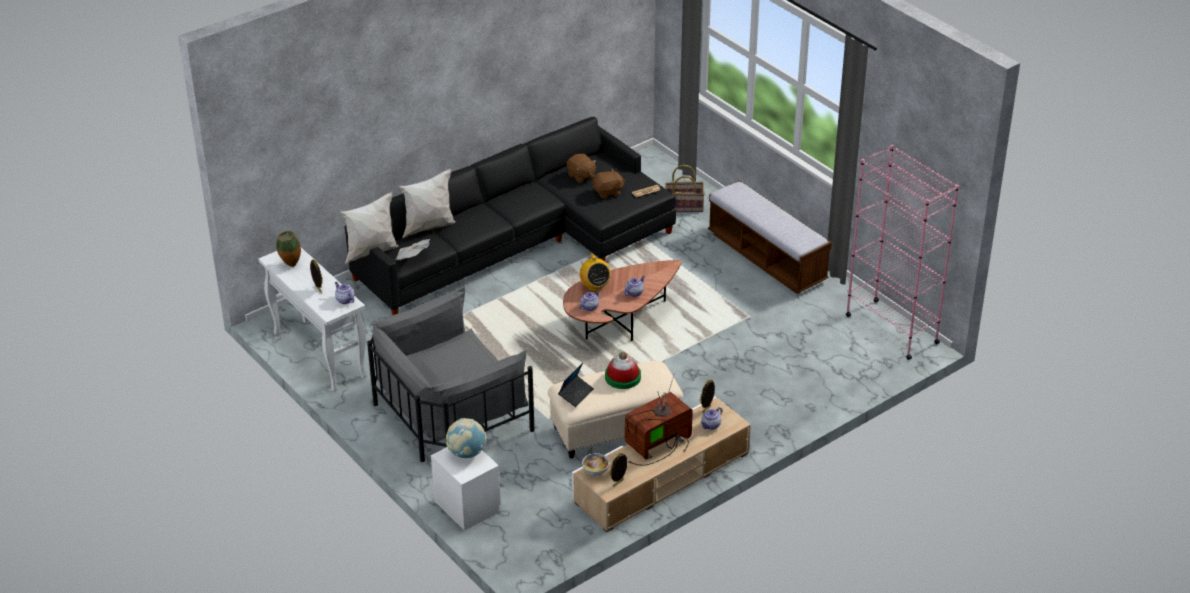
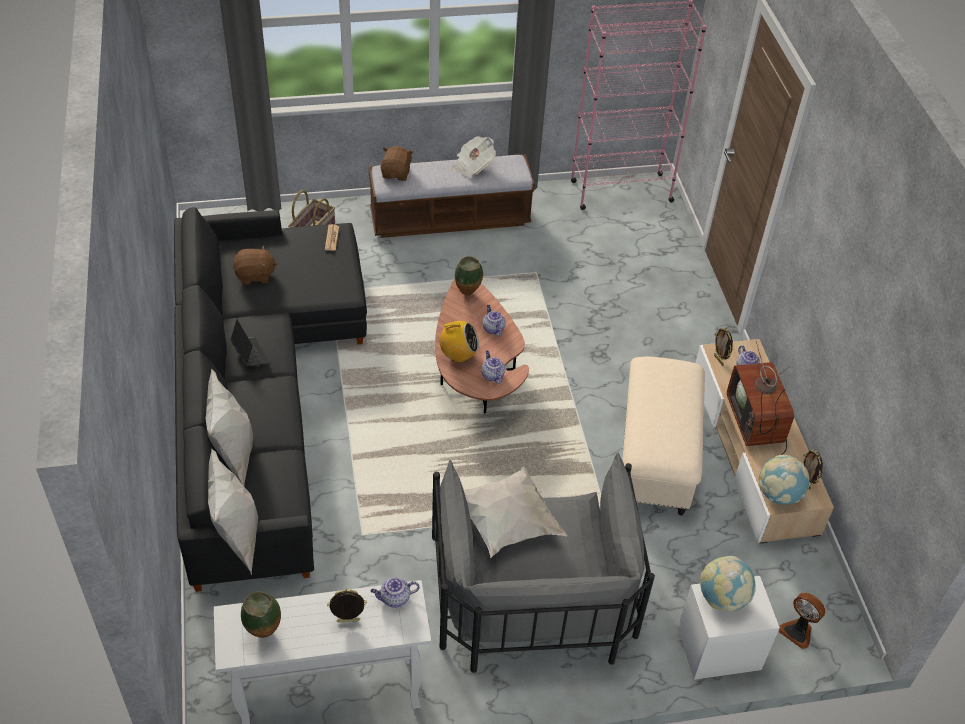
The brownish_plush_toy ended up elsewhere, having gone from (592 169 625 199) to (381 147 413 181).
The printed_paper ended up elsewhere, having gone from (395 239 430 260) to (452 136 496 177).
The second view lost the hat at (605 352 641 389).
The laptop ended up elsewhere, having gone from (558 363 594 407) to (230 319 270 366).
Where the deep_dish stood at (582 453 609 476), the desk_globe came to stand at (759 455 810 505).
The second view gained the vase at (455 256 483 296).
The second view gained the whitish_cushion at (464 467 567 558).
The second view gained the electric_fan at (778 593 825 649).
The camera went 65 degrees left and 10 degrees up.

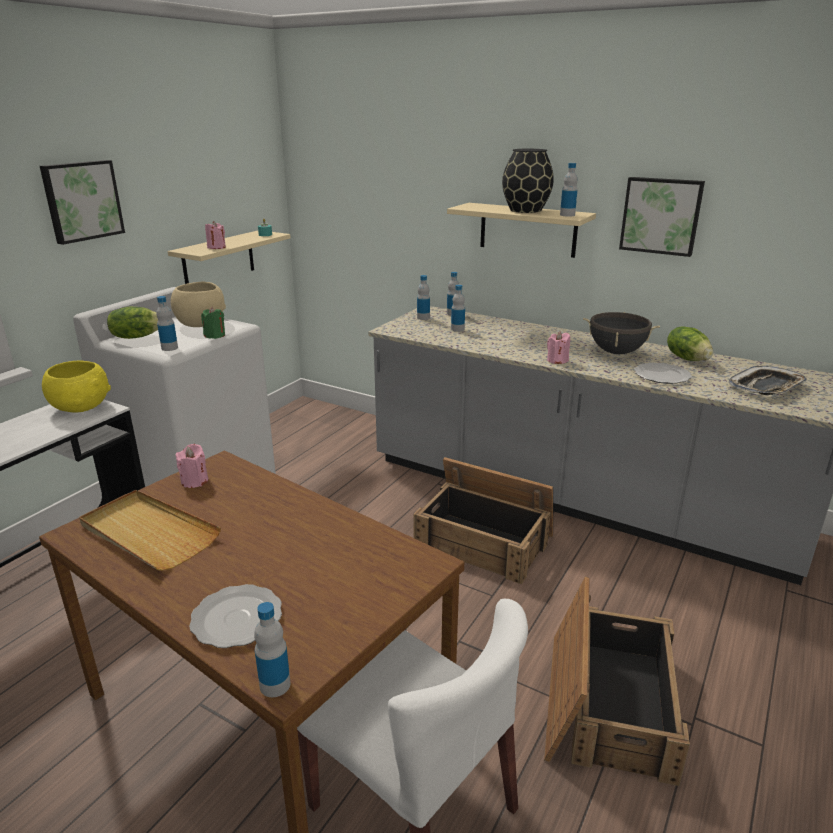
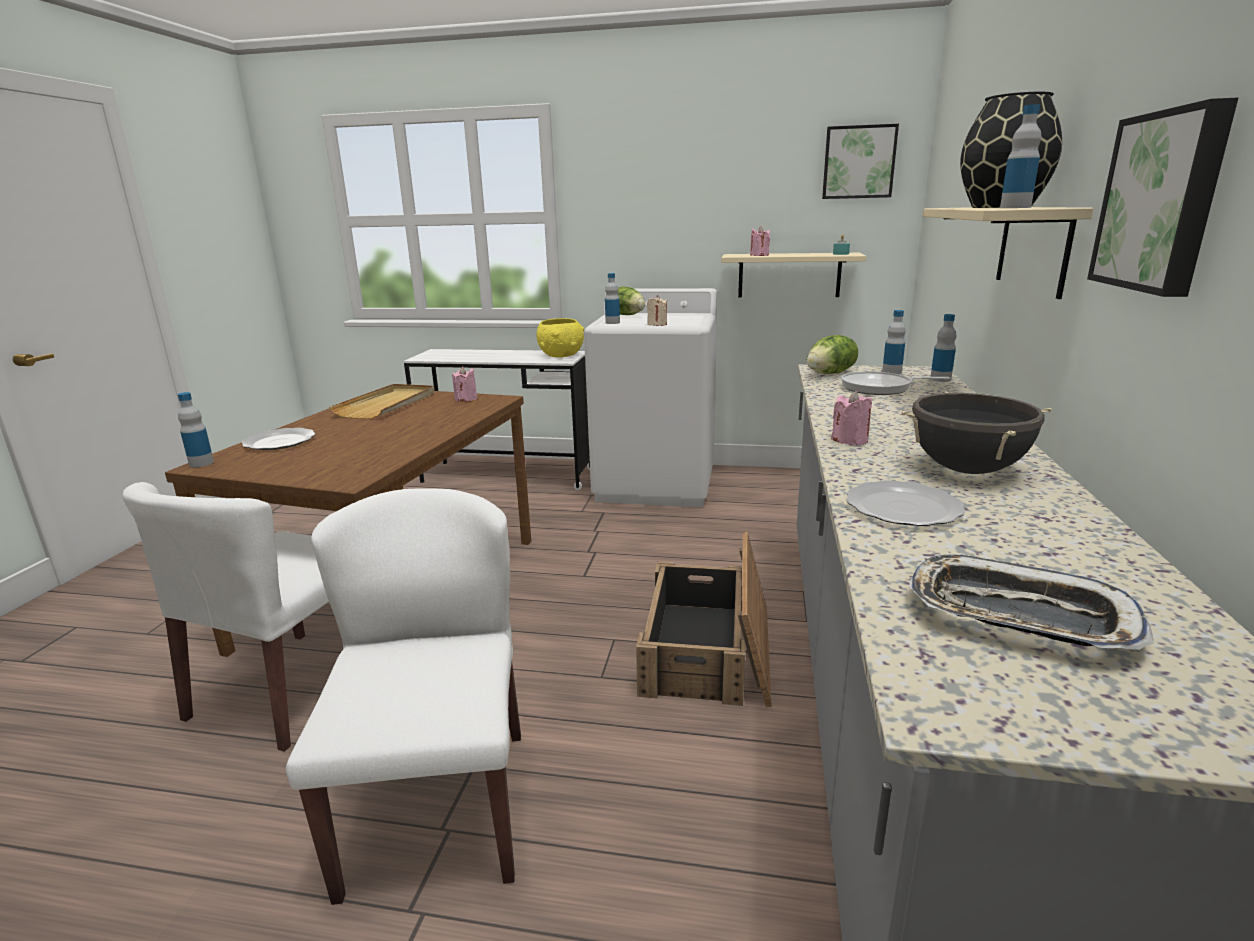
The wall_picture ended up elsewhere, having gone from (40 160 125 245) to (822 124 899 199).
The second view lost the beige_deep_dish at (171 282 226 327).
Where the drink_bottle stood at (451 285 465 332), the skillet came to stand at (841 371 950 395).
What was the greenish_candle at (201 307 225 339) turned into the beige_candle at (647 295 667 326).
The lettuce_head ended up elsewhere, having gone from (667 326 713 361) to (807 335 858 374).
Where the crate stood at (544 576 690 786), the whitish_upright_chair came to stand at (286 488 521 905).
The camera went 70 degrees right and 5 degrees down.

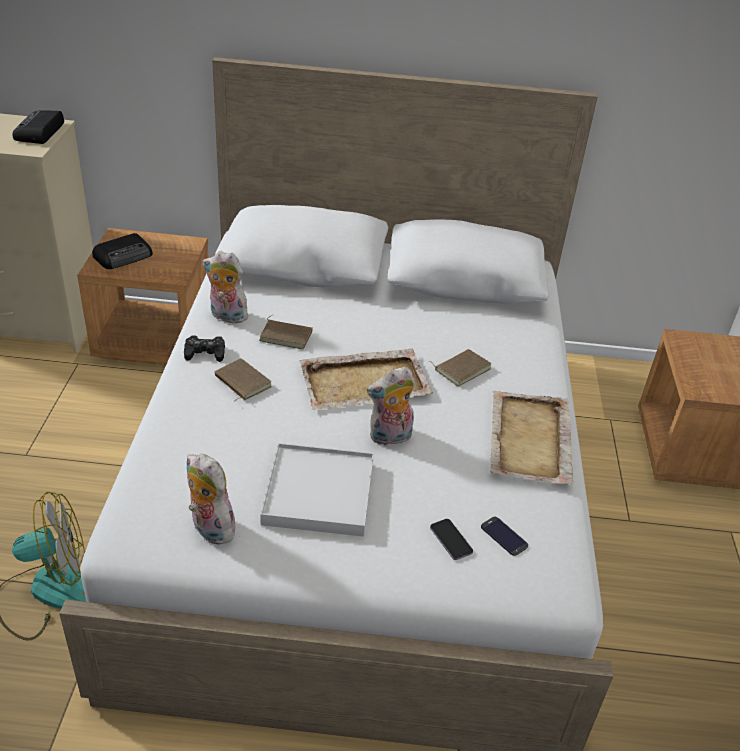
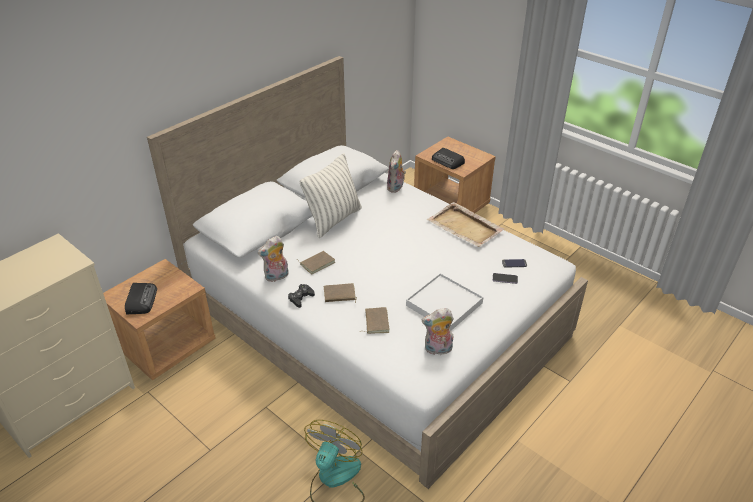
The radio_receiver ended up elsewhere, having gone from (13 110 64 144) to (432 148 465 169).
The second view lost the beige_tray at (299 349 433 411).
The brownish_bound_book ended up elsewhere, having gone from (429 349 492 386) to (360 307 389 334).
The plush_toy ended up elsewhere, having gone from (367 367 415 446) to (387 150 406 193).
The second view gained the cushion at (300 153 362 238).
The camera went 50 degrees left and 0 degrees up.

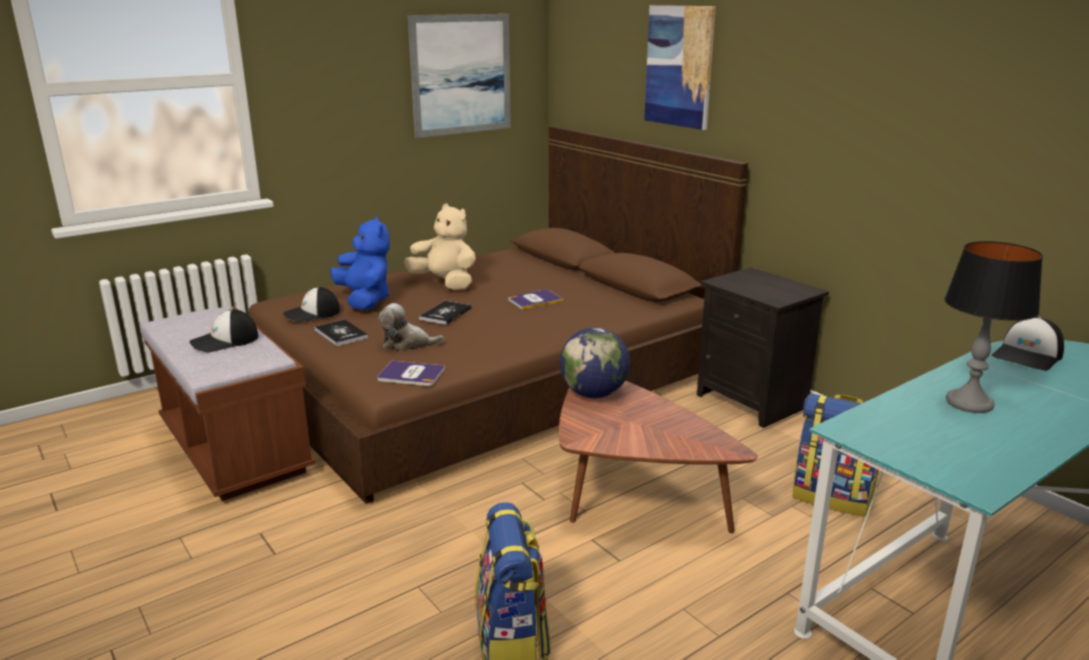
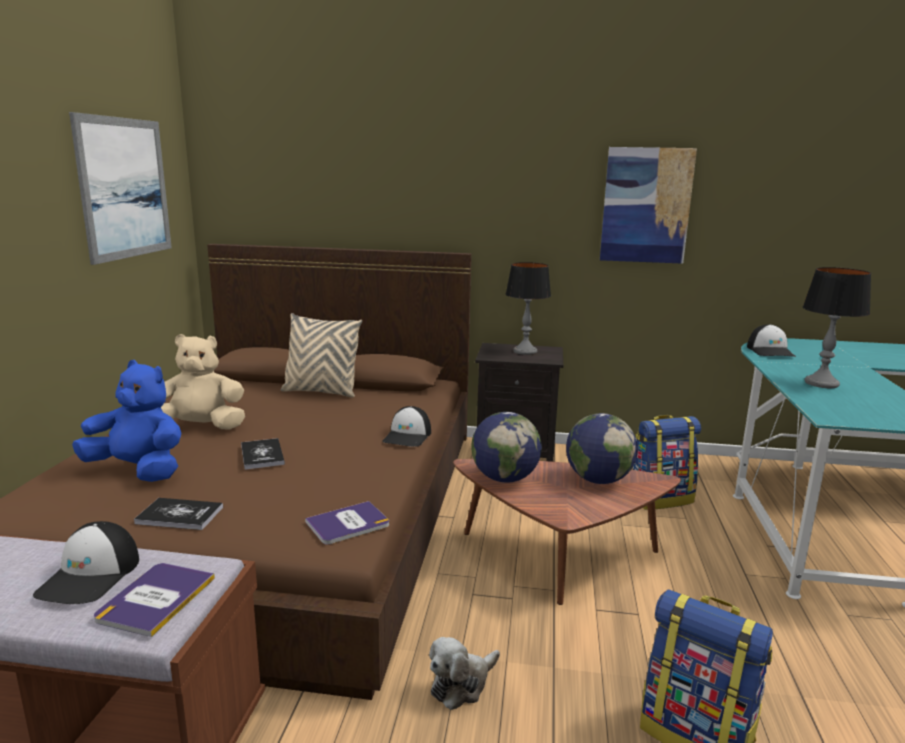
The wall_picture ended up elsewhere, having gone from (644 5 716 130) to (600 147 697 264).
The peaked_cap ended up elsewhere, having gone from (283 287 340 322) to (382 406 431 447).
The bound_book ended up elsewhere, having gone from (508 290 563 310) to (94 563 215 637).
The plush_toy ended up elsewhere, having gone from (378 303 444 352) to (429 637 500 710).
The second view gained the lamp_for_a_table at (506 262 551 355).
The second view gained the beige_cushion at (281 313 362 398).
The second view gained the desk_globe at (566 413 638 484).
The camera went 45 degrees left and 5 degrees down.

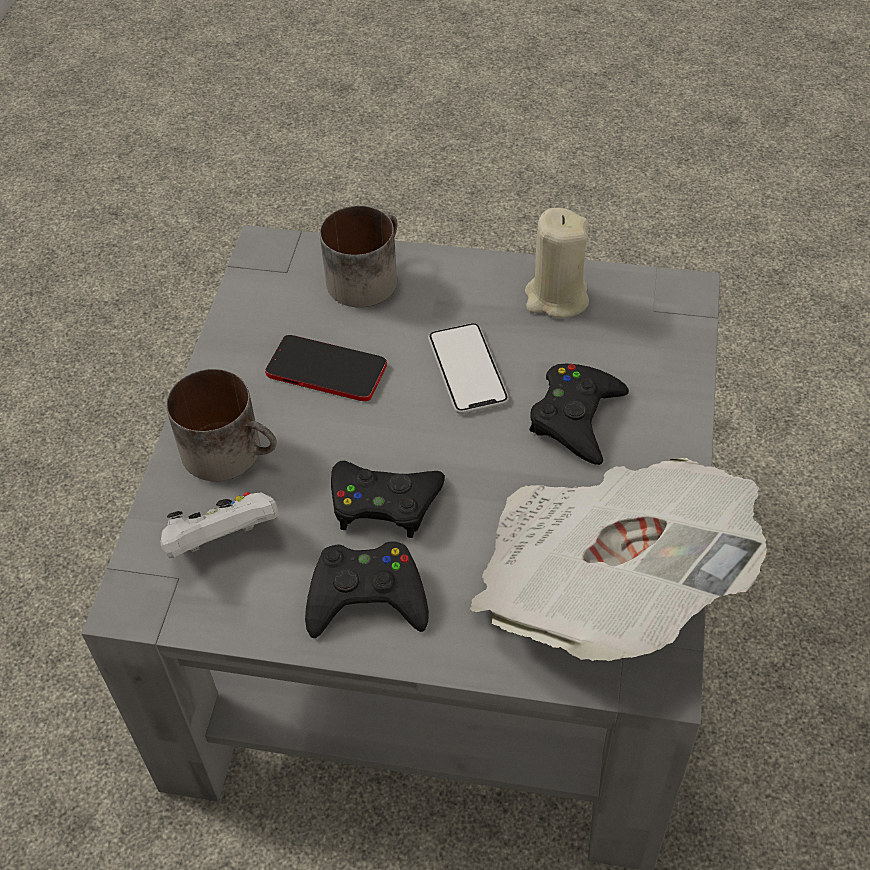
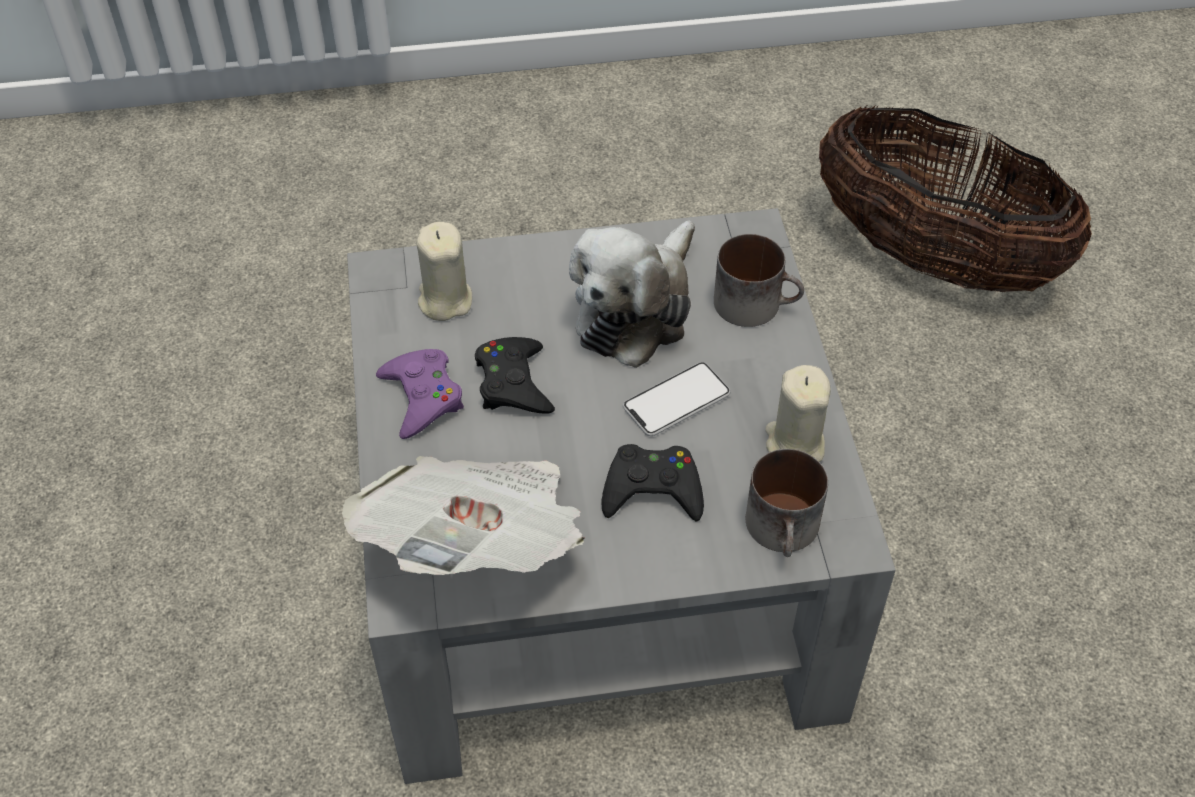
Where the telephone stood at (265 335 387 401), the plush_toy came to stand at (569 221 695 368).
The coffee_mug ended up elsewhere, having gone from (166 369 277 481) to (746 449 828 557).
Where the whitish_joypad stood at (161 492 279 558), the beige_candle came to stand at (416 222 472 321).
What was the blackish_joypad at (305 541 429 638) turned into the purple_joypad at (376 349 464 439).
The second view gained the basket at (819 106 1092 292).
The camera went 70 degrees right and 0 degrees up.

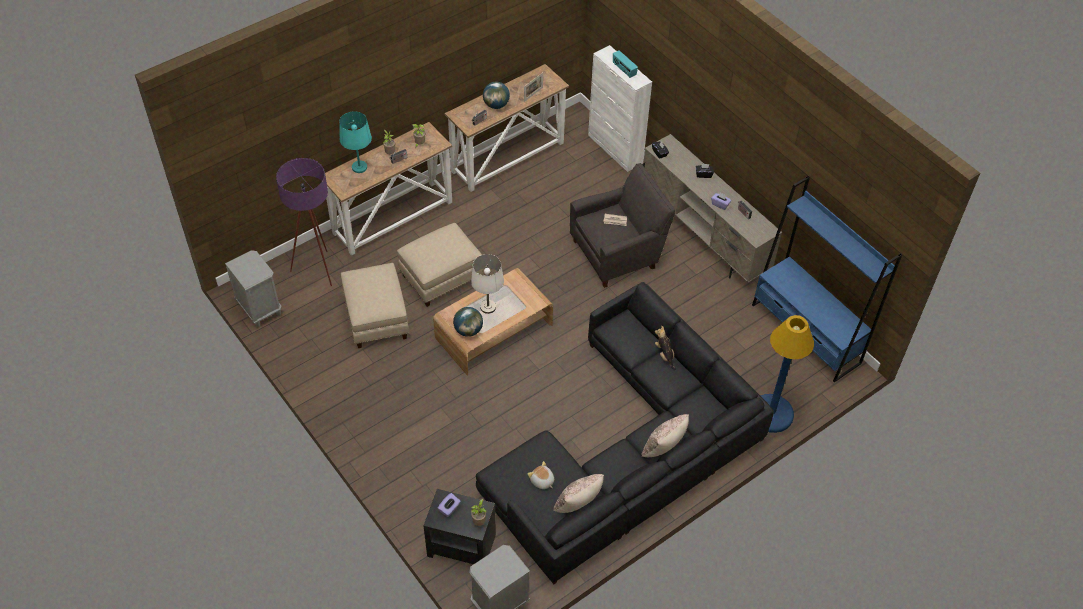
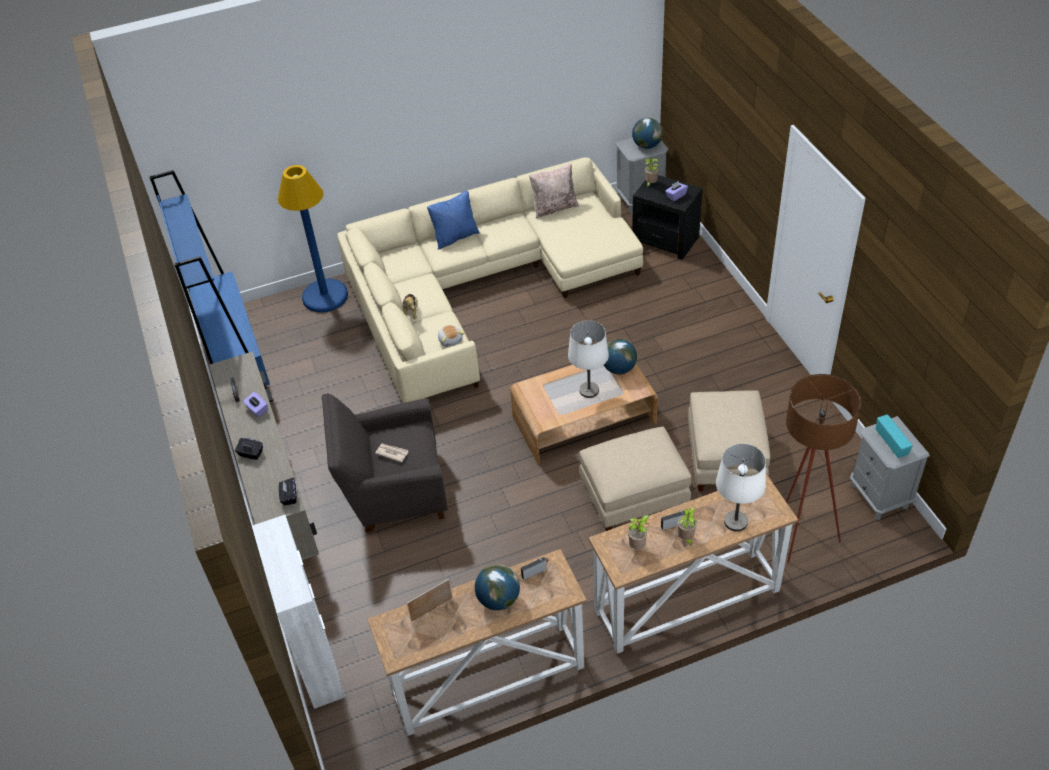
The radio_receiver ended up elsewhere, having gone from (613 50 638 78) to (876 414 913 458).
What was the turquoise_lamp_for_a_table at (339 111 372 173) turned into the whitish_lamp_for_a_table at (716 444 766 532).
What was the purple_floor_lamp at (276 158 332 286) turned into the brownish_floor_lamp at (786 374 861 563).
What was the blackish_sofa at (476 282 774 584) turned into the beige_sofa at (338 157 643 403).
What was the beige_cushion at (641 414 689 457) turned into the bluish_cushion at (427 191 479 250).
The plush_toy ended up elsewhere, having gone from (527 461 554 489) to (438 325 464 347).
The second view gained the desk_globe at (632 118 663 149).
The camera went 160 degrees left and 5 degrees down.

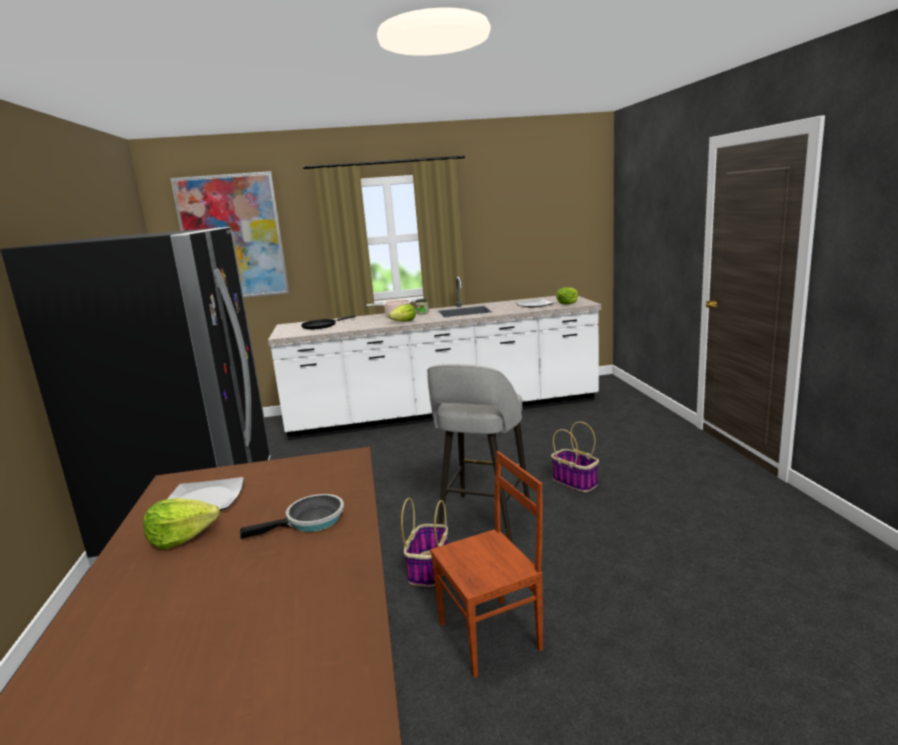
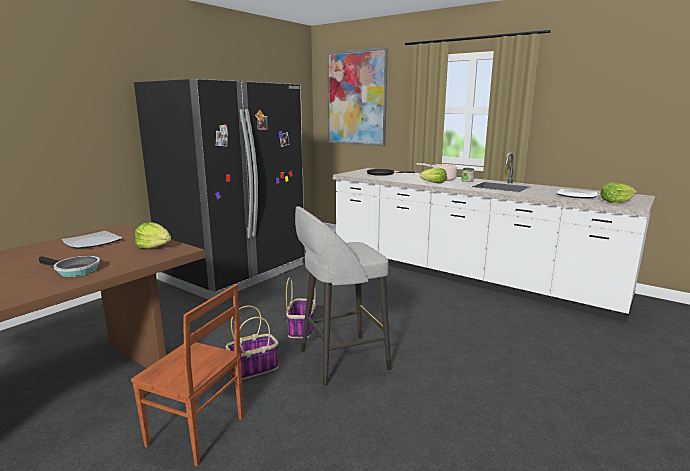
The basket ended up elsewhere, having gone from (551 421 599 492) to (286 277 316 338).
The lettuce_head ended up elsewhere, having gone from (143 498 220 549) to (135 222 171 249).
The camera went 45 degrees right and 0 degrees up.

